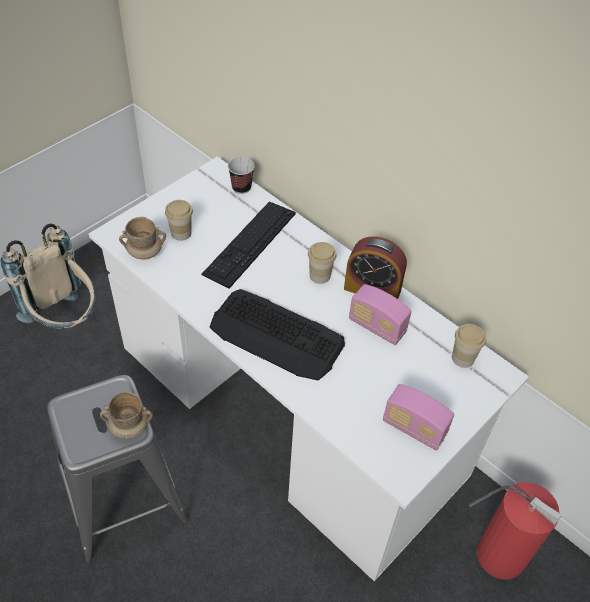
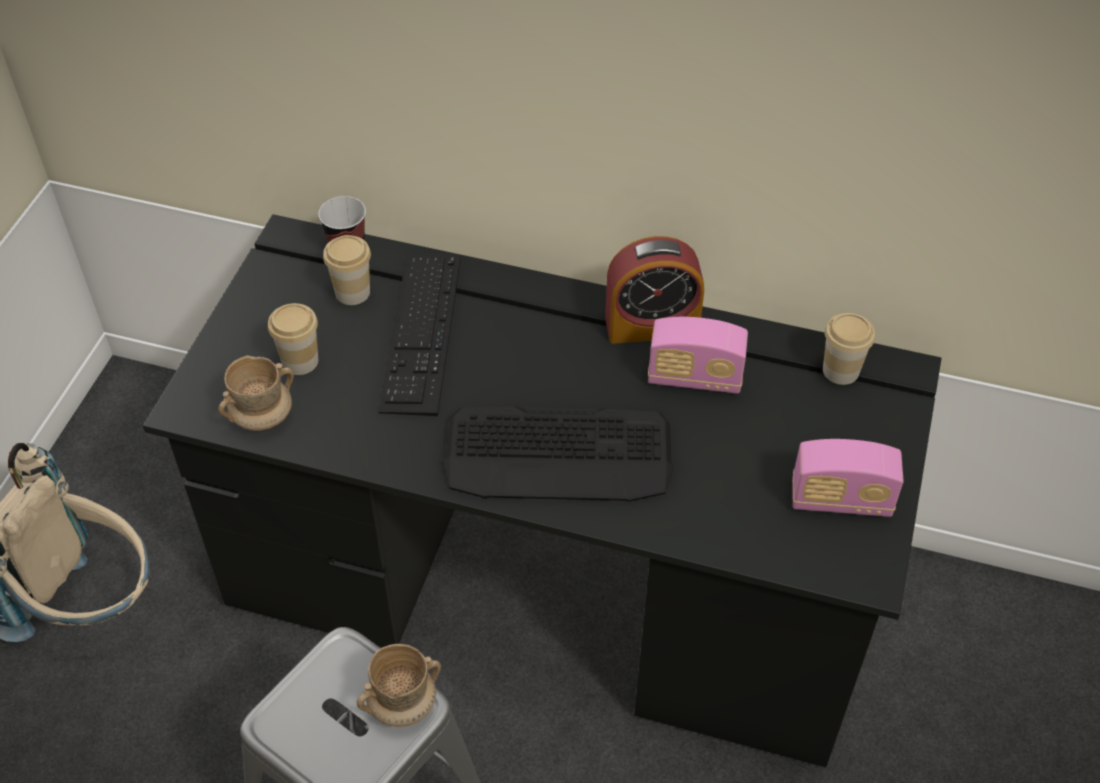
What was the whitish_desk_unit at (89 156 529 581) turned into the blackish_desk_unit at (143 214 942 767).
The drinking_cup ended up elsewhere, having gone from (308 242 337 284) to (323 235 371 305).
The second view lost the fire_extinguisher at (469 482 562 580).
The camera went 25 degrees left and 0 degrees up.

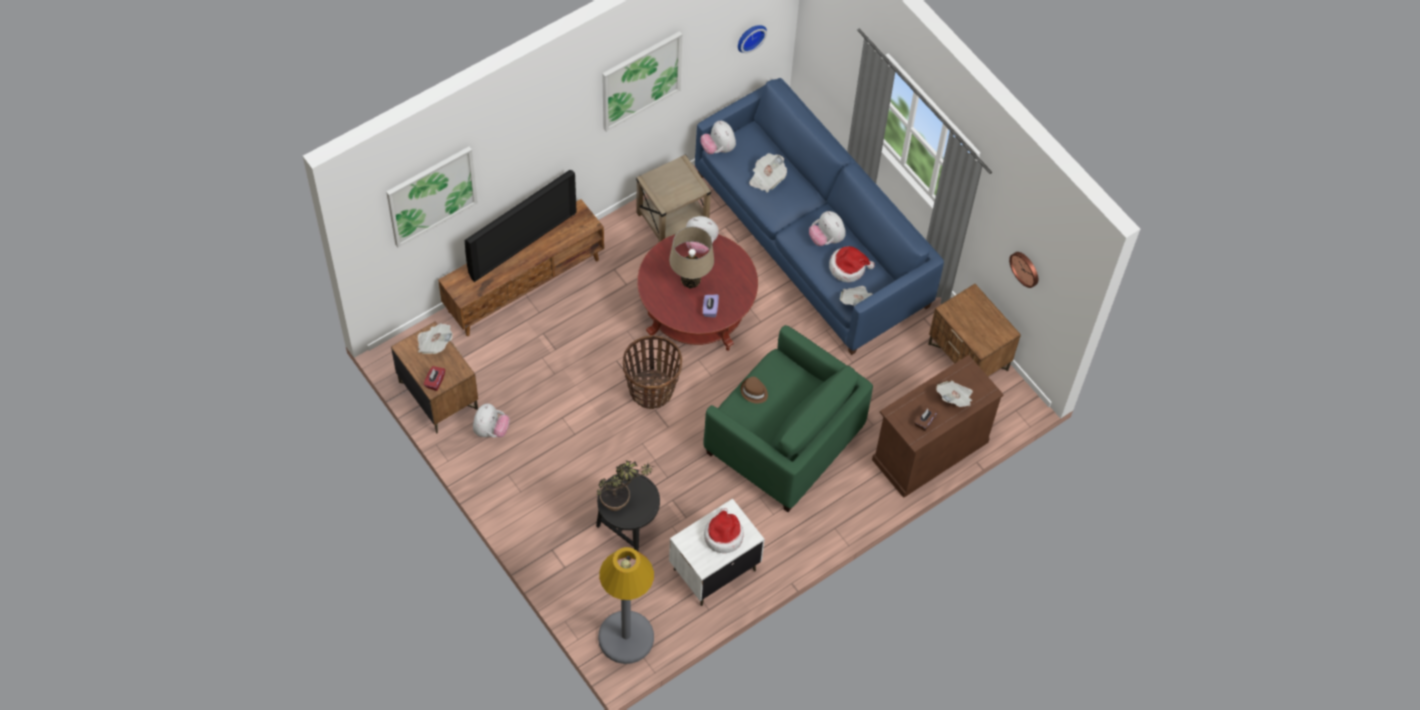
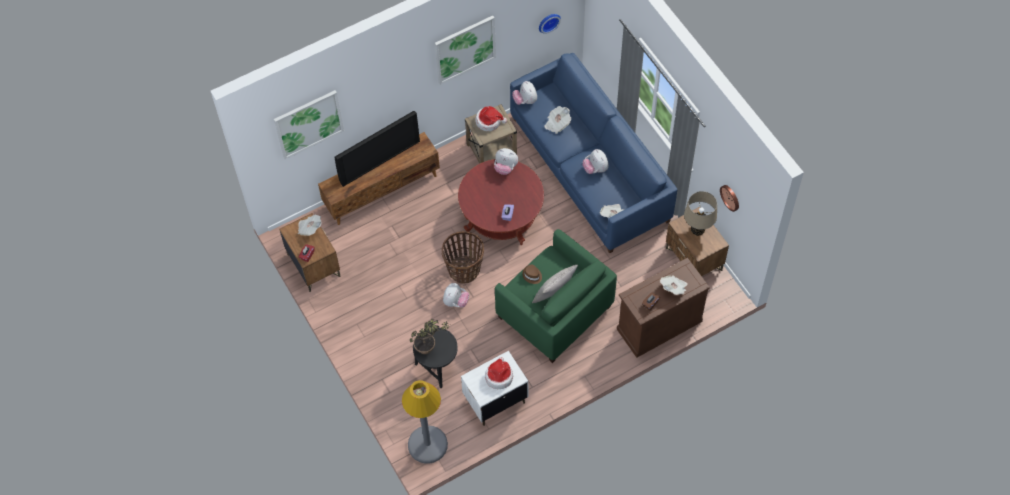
The beige_lamp_for_a_table ended up elsewhere, having gone from (669 227 714 288) to (684 191 717 236).
The hat ended up elsewhere, having gone from (829 246 875 282) to (475 106 507 131).
The plush_toy ended up elsewhere, having gone from (473 403 510 437) to (443 283 469 307).
The second view gained the gray_cushion at (532 265 578 303).
The camera went 10 degrees right and 0 degrees up.

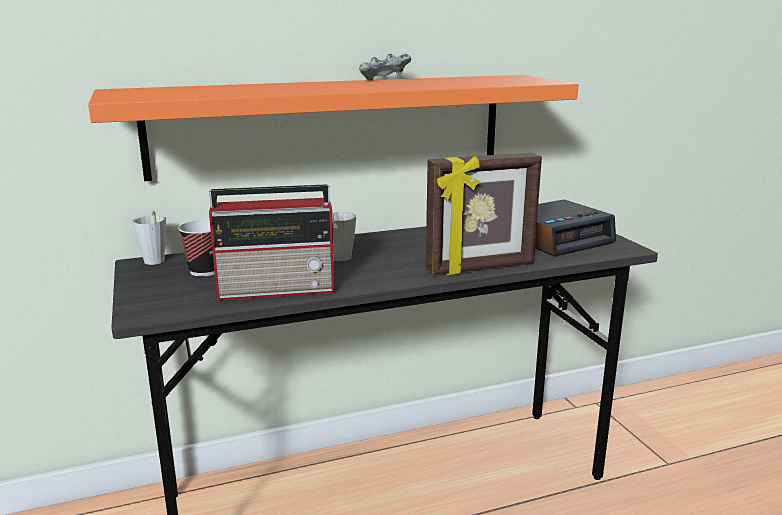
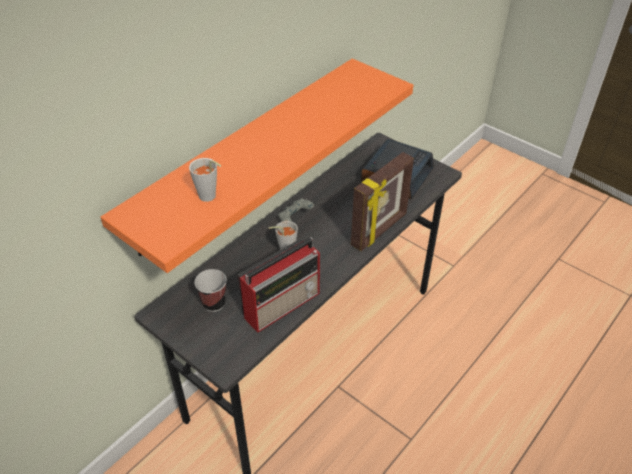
The gray_joypad ended up elsewhere, having gone from (359 54 411 81) to (278 198 314 222).
The gray_drinking_cup ended up elsewhere, having gone from (133 210 166 265) to (189 158 221 202).
The camera went 30 degrees left and 25 degrees up.

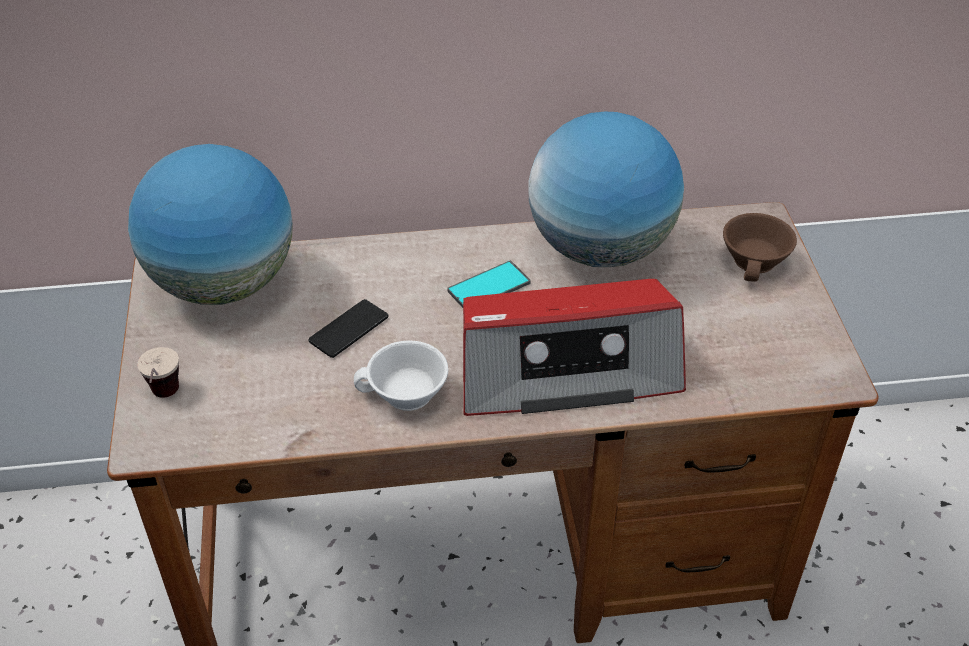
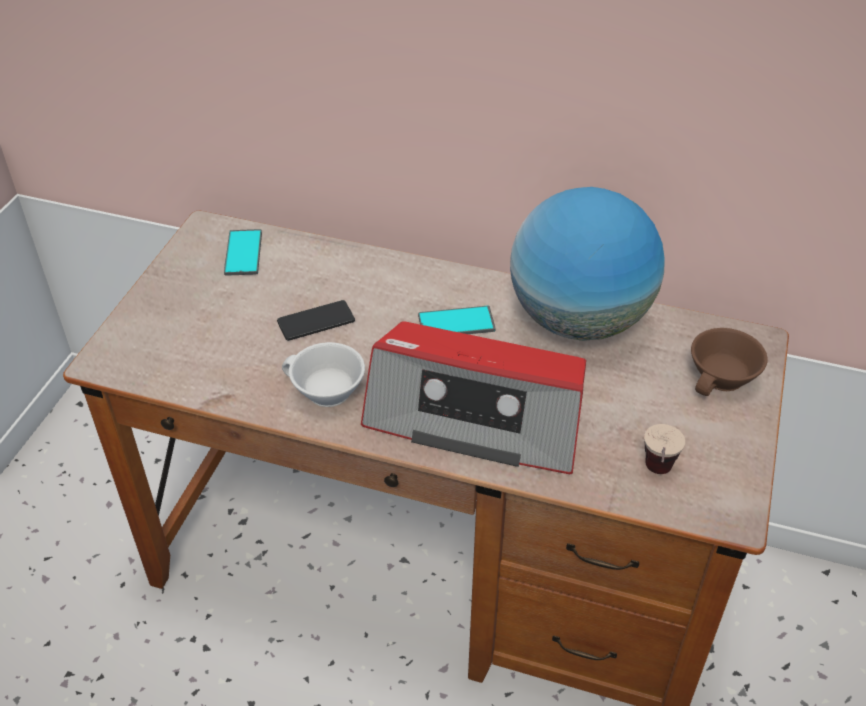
Where the desk_globe stood at (128 144 293 305), the telephone came to stand at (224 229 262 276).
The drinking_cup ended up elsewhere, having gone from (137 347 179 398) to (644 424 685 474).
The camera went 25 degrees right and 0 degrees up.

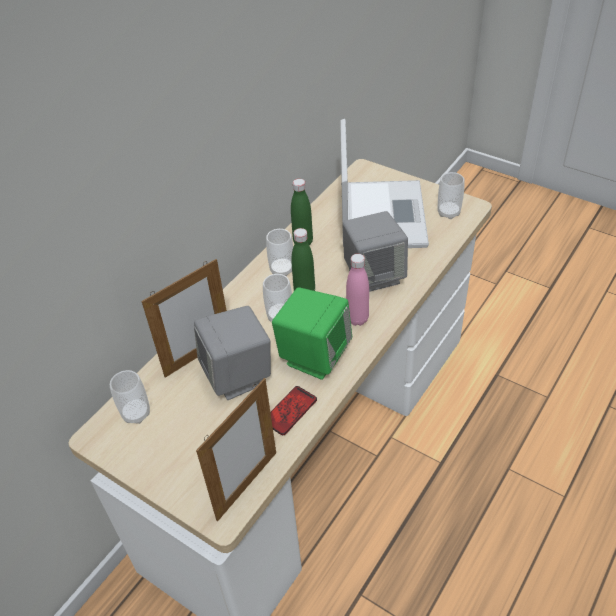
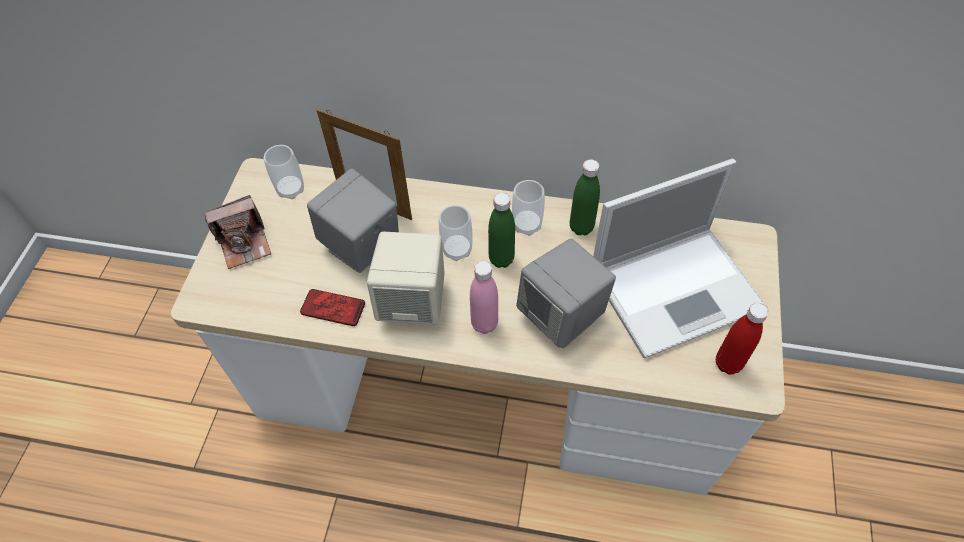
Where the drinking_cup stood at (438 172 465 219), the red_drink_bottle came to stand at (716 303 769 375).
What was the greenish_speaker at (272 287 352 380) turned into the beige_speaker at (367 231 445 325).
The second view lost the photo_frame at (196 378 276 521).
The second view gained the photo_camera at (204 195 271 269).
The camera went 65 degrees right and 10 degrees up.

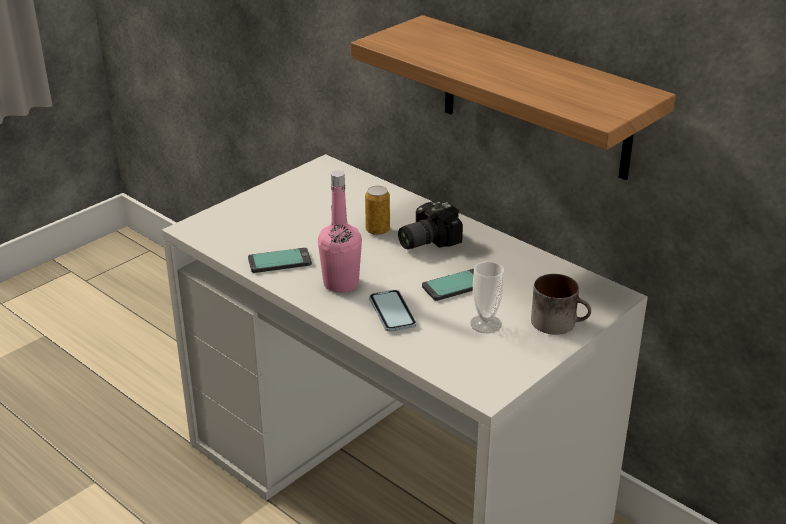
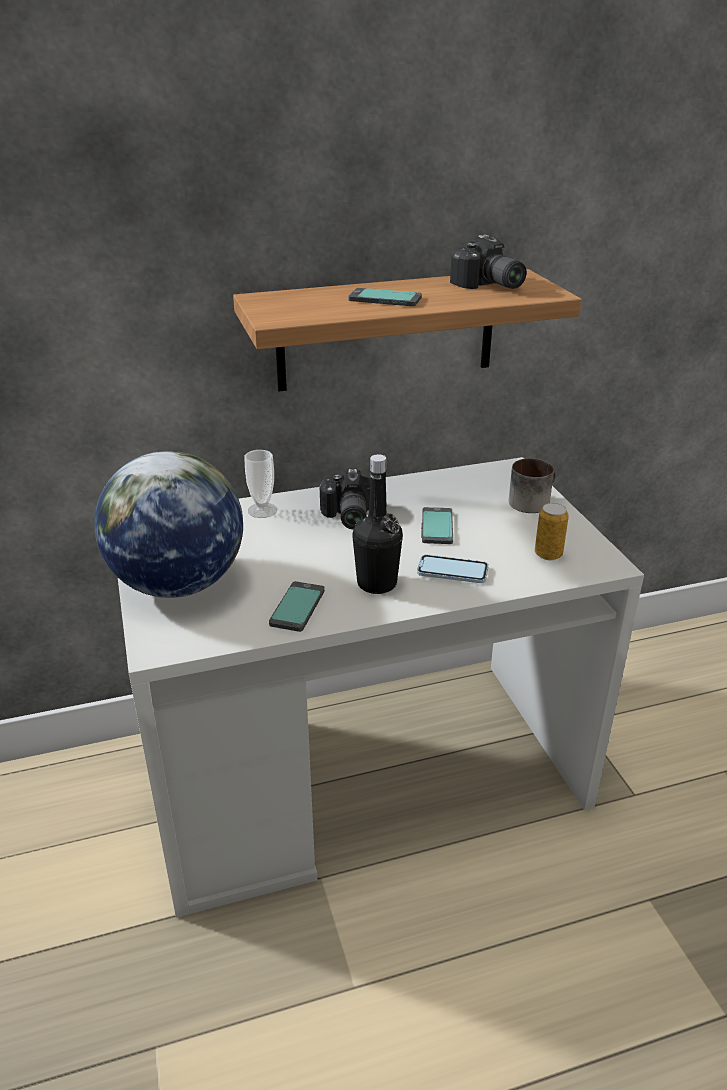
What was the pinkish_drink_bottle at (318 171 362 293) turned into the blackish_drink_bottle at (352 454 403 594).
The metal_can ended up elsewhere, having gone from (365 186 390 235) to (535 503 569 560).
The drinking_cup ended up elsewhere, having gone from (470 261 504 333) to (244 450 277 518).
The second view gained the photo_camera at (450 235 527 289).
The second view gained the telephone at (349 288 422 306).
The second view gained the desk_globe at (94 451 243 598).
The camera went 60 degrees left and 0 degrees up.

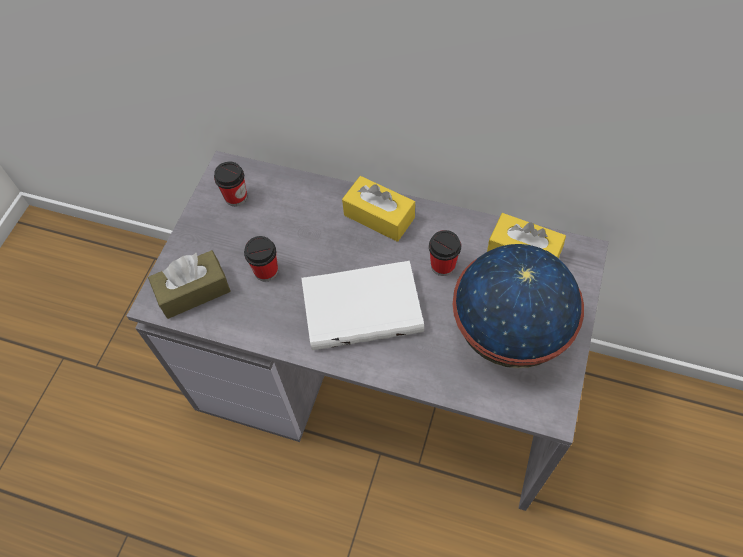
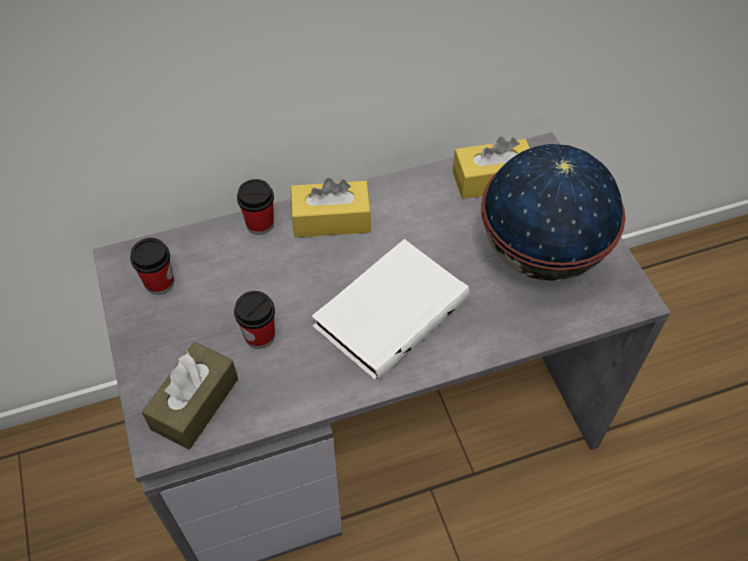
The drinking_cup ended up elsewhere, having gone from (429 230 461 276) to (237 179 274 235).
The camera went 40 degrees left and 5 degrees down.

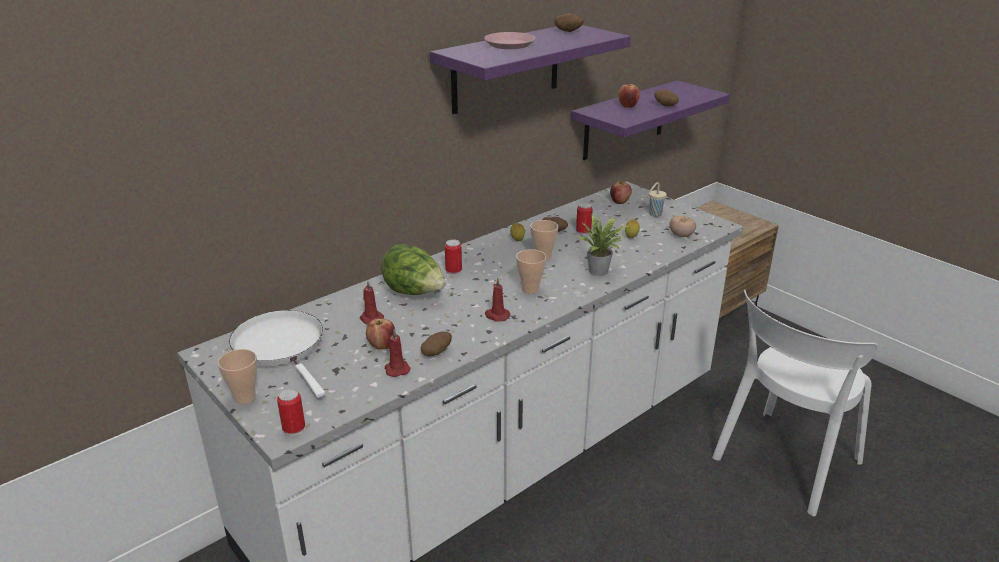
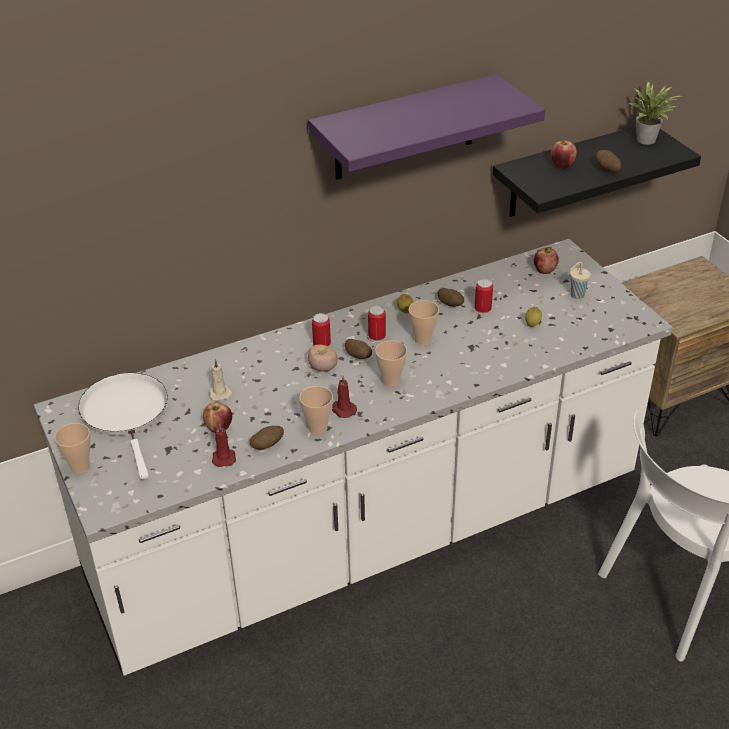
The potato ended up elsewhere, having gone from (555 13 584 32) to (345 339 372 359).
The second view lost the pinkish_flat_dish at (484 32 535 49).
What was the purple_shelf at (571 81 730 160) turned into the blackish_shelf at (492 126 701 217).
The plant_in_a_pot ended up elsewhere, having gone from (578 215 631 276) to (628 81 681 145).
The tomato ended up elsewhere, having gone from (669 216 696 237) to (308 345 338 372).
The second view lost the lettuce_head at (381 244 446 295).
What was the red_candle at (360 281 384 324) turned into the beige_candle at (208 359 232 401).
The metal_can ended up elsewhere, having gone from (277 388 305 436) to (368 306 386 343).
The second view gained the drinking_cup at (299 386 333 435).
The camera went 15 degrees right and 10 degrees up.

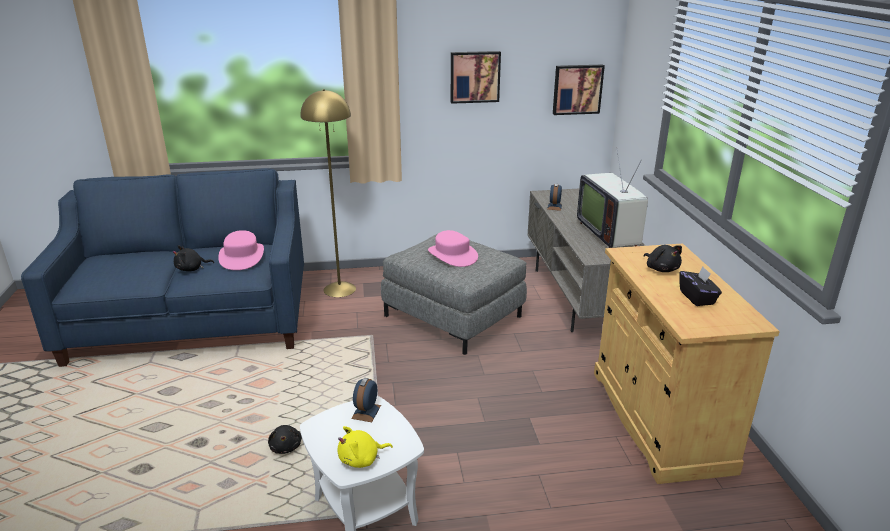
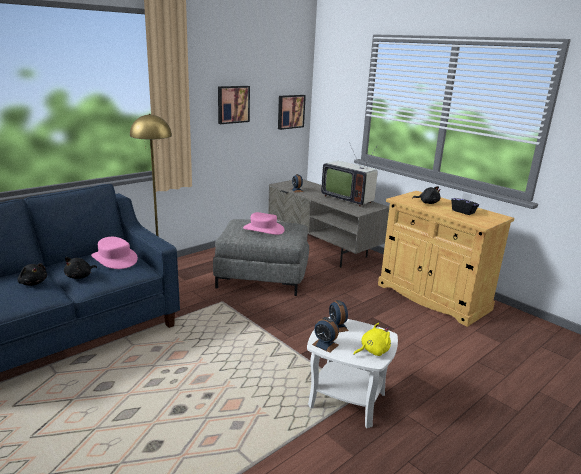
The blackish_plush_toy ended up elsewhere, having gone from (268 425 302 454) to (18 263 47 286).
The yellowish_plush_toy at (338 426 393 468) ended up facing another way, 150 degrees counterclockwise from before.
The second view gained the table_clock at (312 317 339 353).
The camera went 35 degrees left and 5 degrees down.

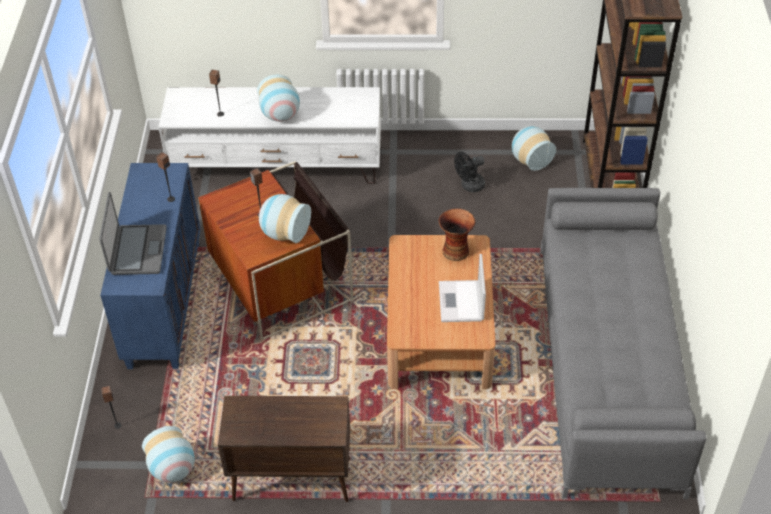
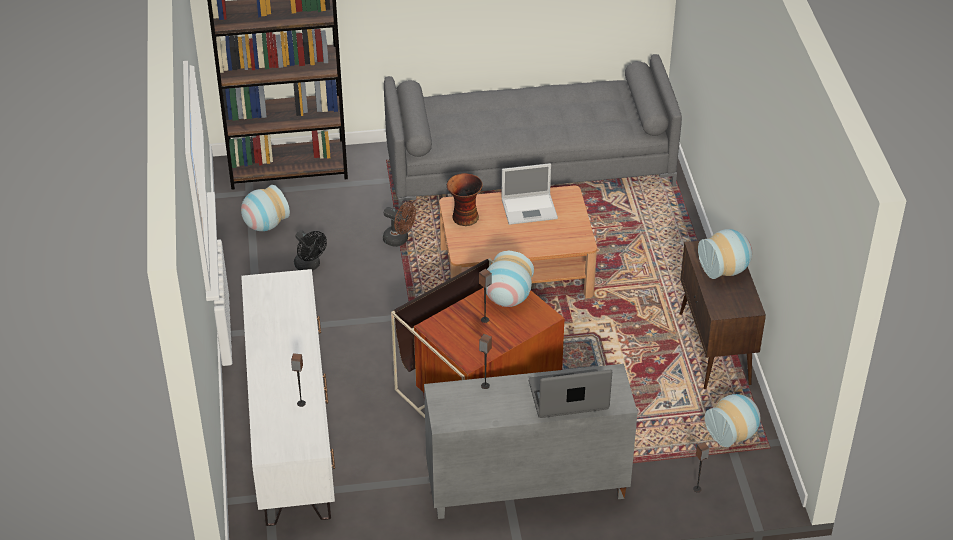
The vase ended up elsewhere, having gone from (257 74 300 122) to (698 229 752 279).
What was the bluish_cabinet at (100 163 200 369) turned into the gray_cabinet at (424 364 638 519).
The second view gained the brownish_electric_fan at (383 202 416 247).
The camera went 100 degrees left and 5 degrees down.

